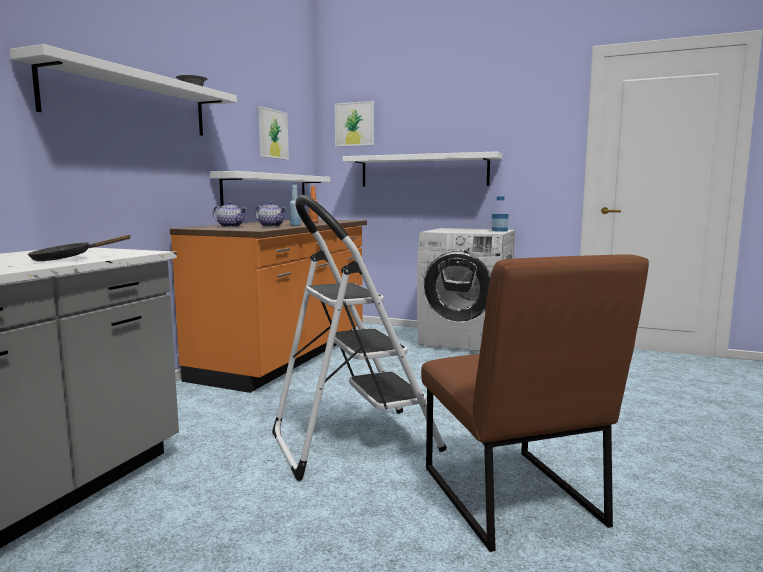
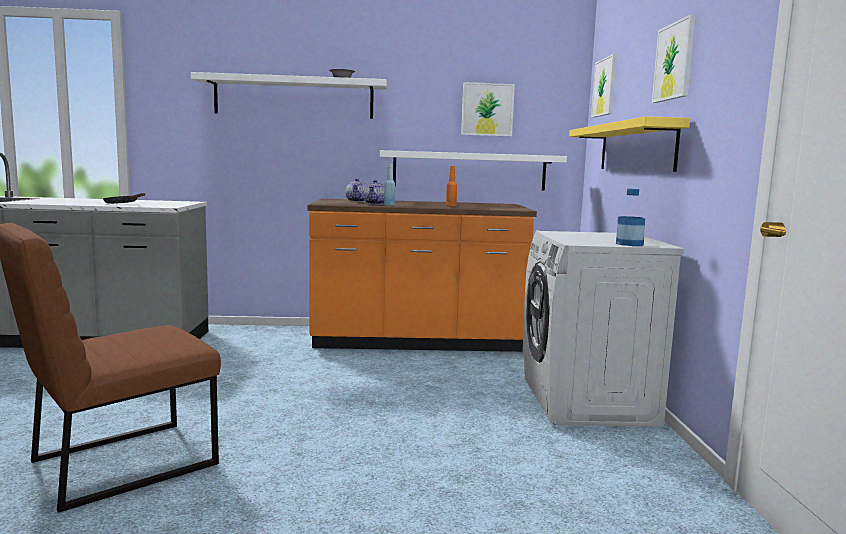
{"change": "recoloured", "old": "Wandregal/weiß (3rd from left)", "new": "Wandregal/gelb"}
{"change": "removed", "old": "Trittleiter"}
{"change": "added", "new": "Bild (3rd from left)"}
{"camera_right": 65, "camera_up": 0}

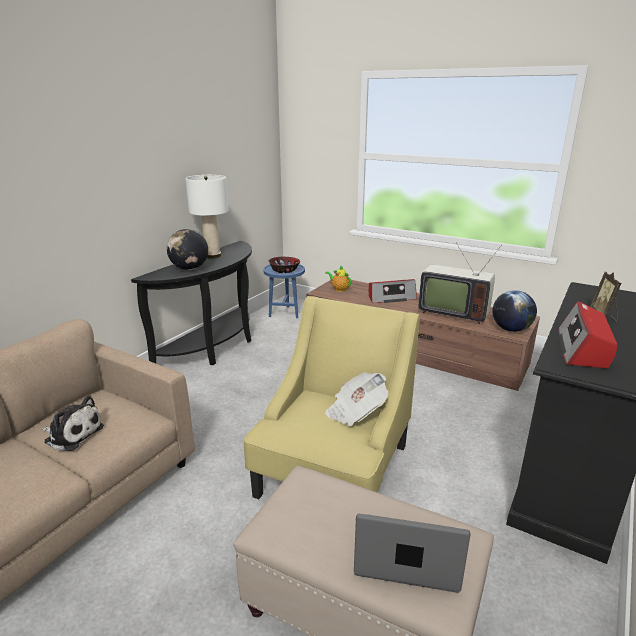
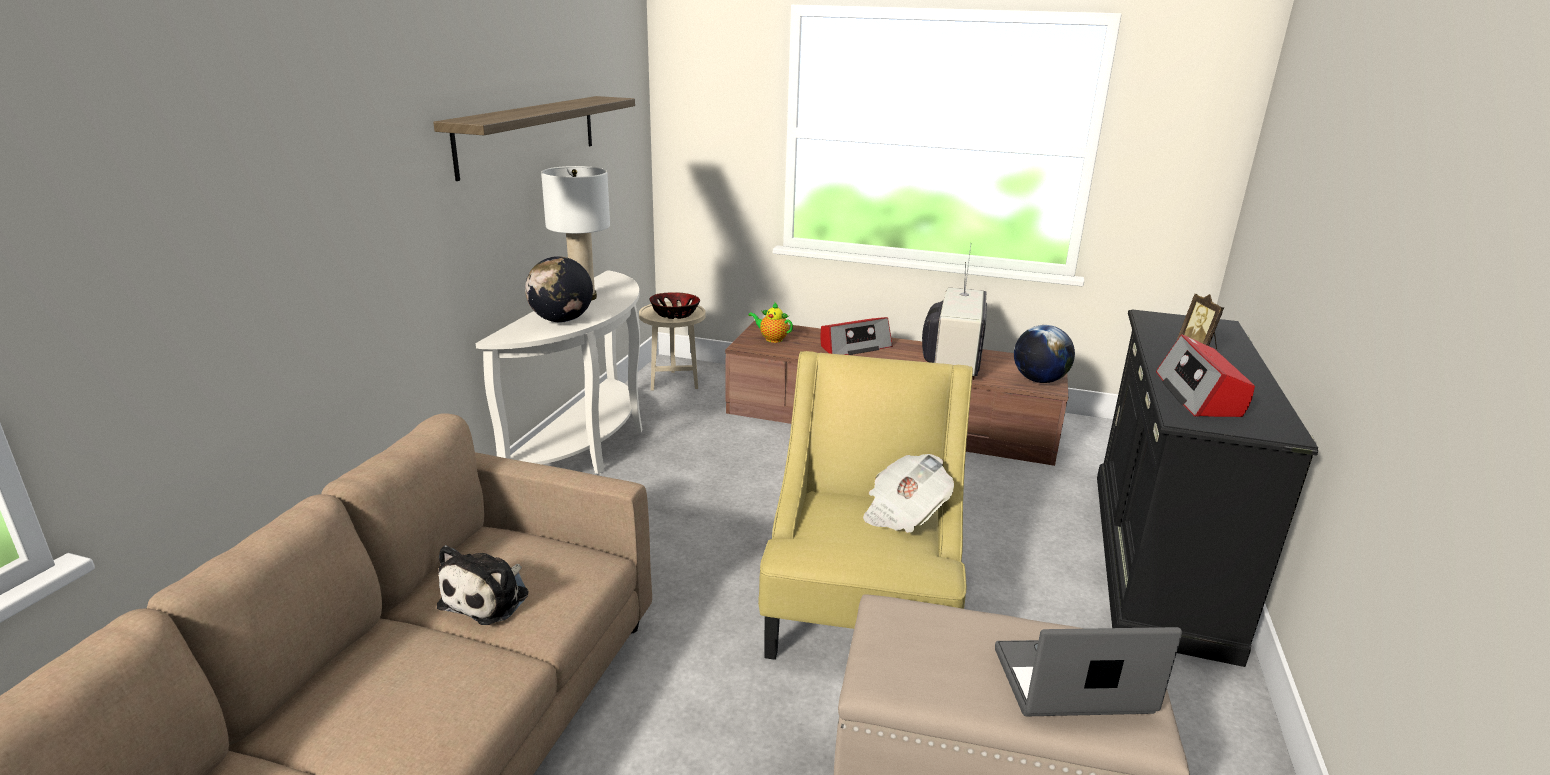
{"change": "recoloured", "old": "Konsolentisch/schwarz", "new": "Konsolentisch/weiß"}
{"change": "turned", "old": "Fernseher", "degrees": -90}
{"change": "recoloured", "old": "Beistelltisch/blau", "new": "Beistelltisch/beige"}
{"change": "turned", "old": "Plüschtier", "degrees": 105}
{"change": "added", "new": "Wandregal"}
{"camera_right": -15, "camera_up": 0}

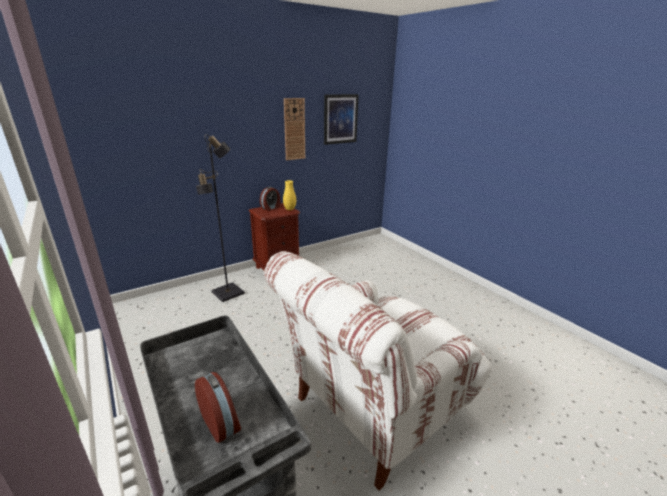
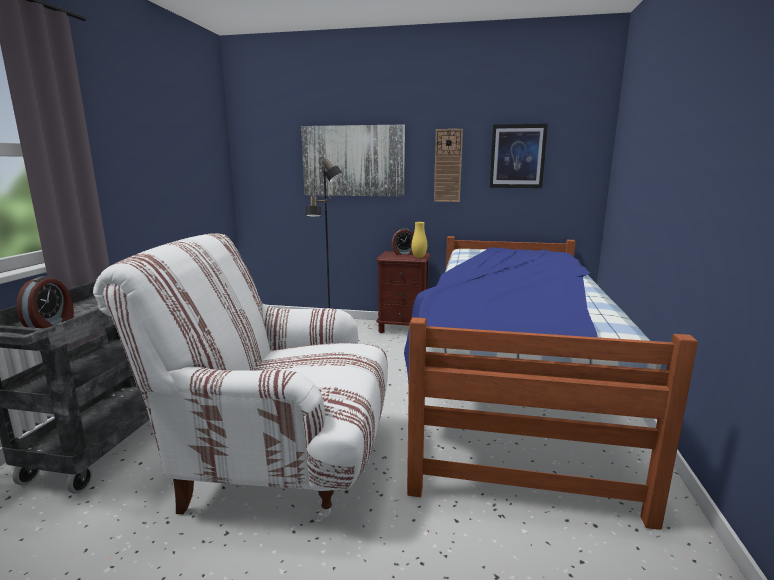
{"change": "added", "new": "Bild (1st from left)"}
{"change": "added", "new": "Bett"}
{"camera_right": 45, "camera_up": -10}

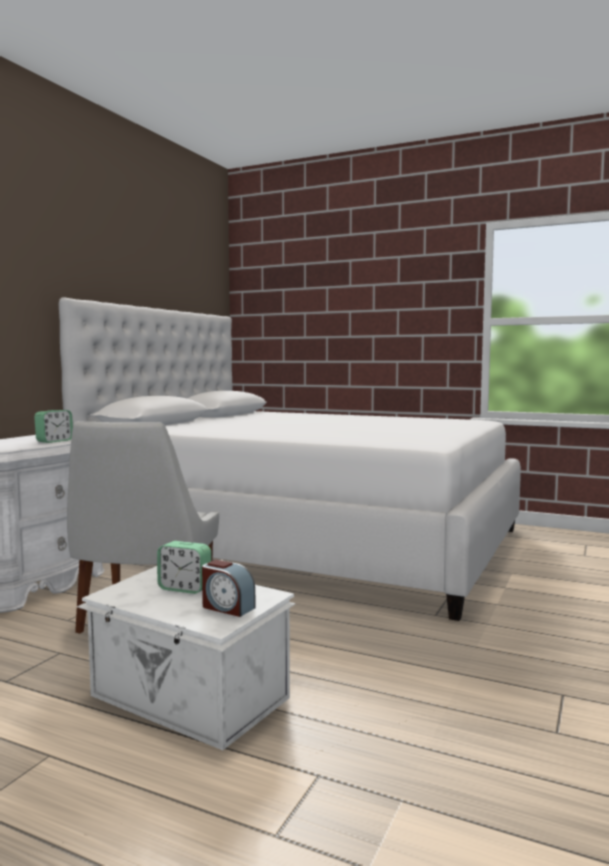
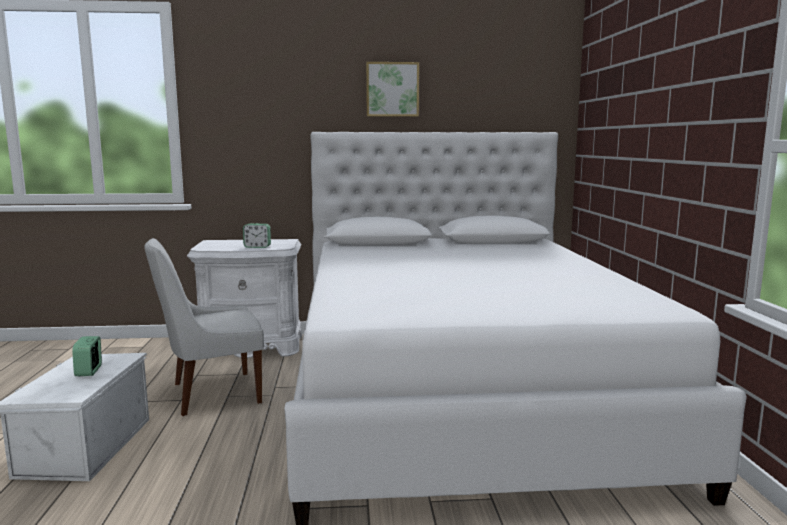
{"change": "removed", "old": "Wecker (3rd from left)"}
{"change": "added", "new": "Bild"}
{"camera_right": 60, "camera_up": 5}

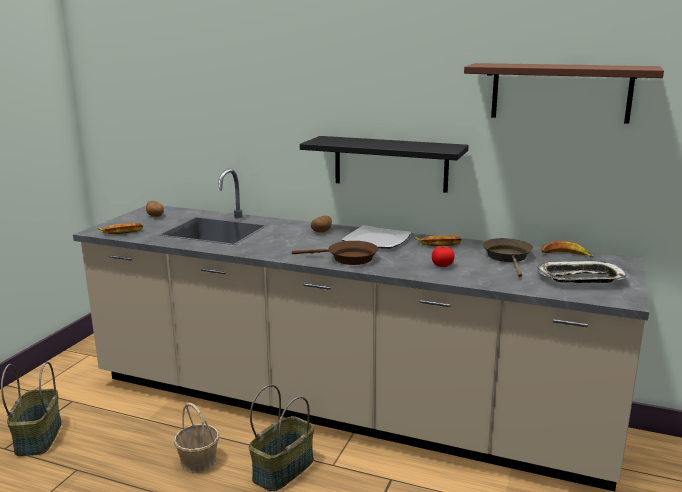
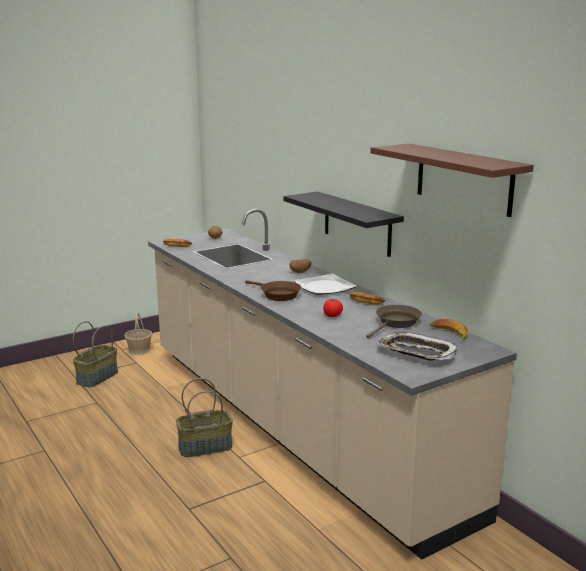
{"change": "moved", "old": "Korb (2nd from left)"}
{"camera_right": 35, "camera_up": 0}

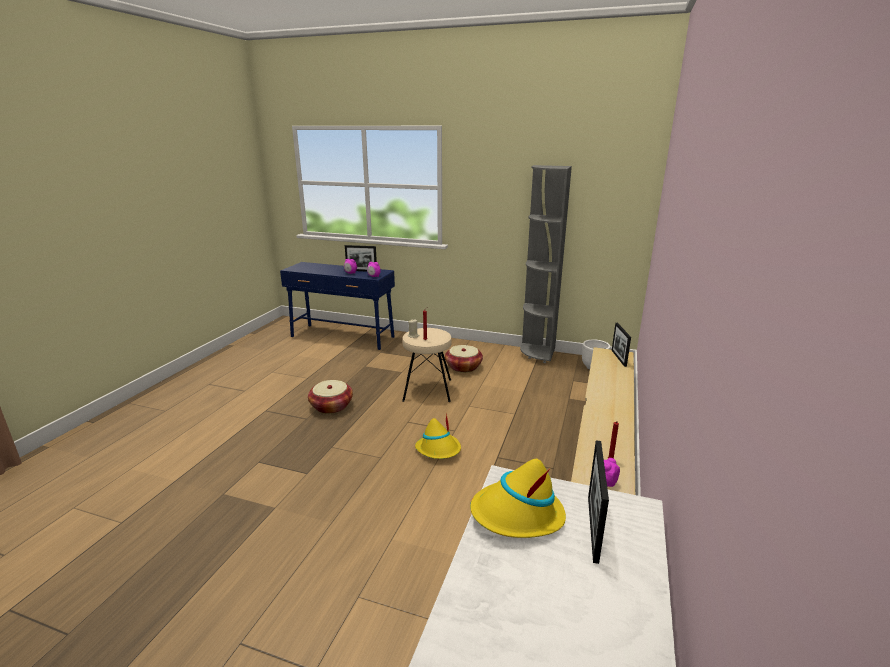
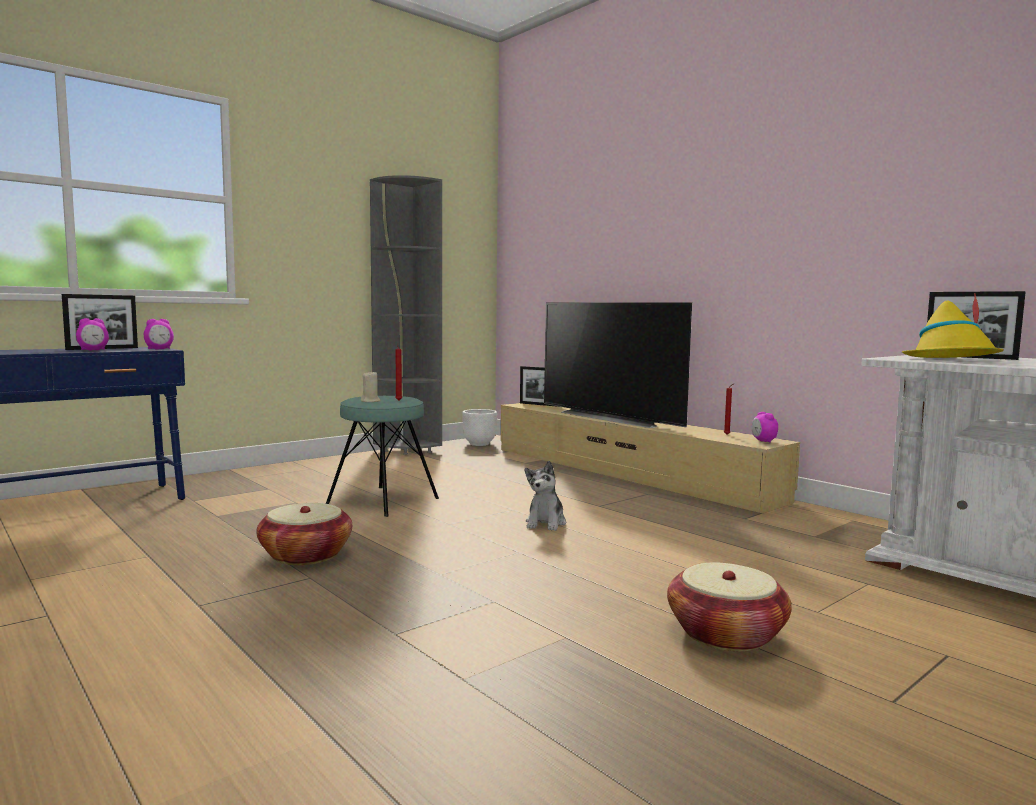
{"change": "recoloured", "old": "Hocker/beige", "new": "Hocker/türkis"}
{"change": "moved", "old": "Korb (2nd from left)"}
{"change": "replaced", "old": "Hut/gelb (1st from left)", "new": "Plüschtier"}
{"change": "added", "new": "Fernseher"}
{"camera_right": -60, "camera_up": -15}

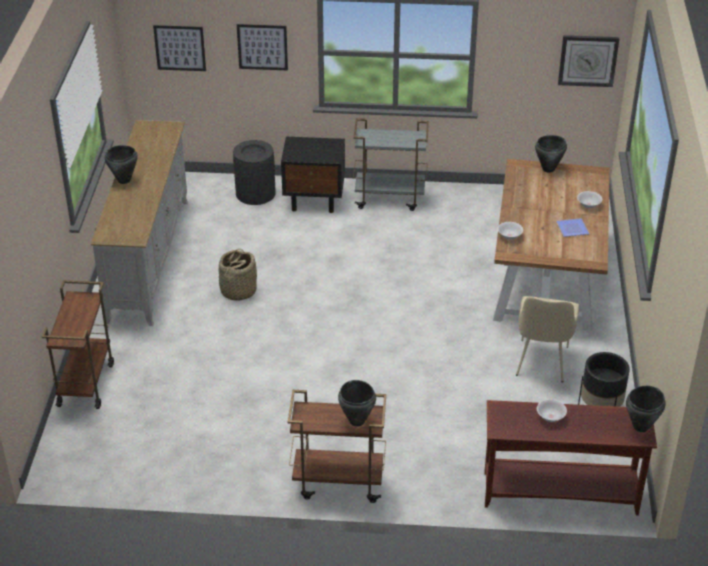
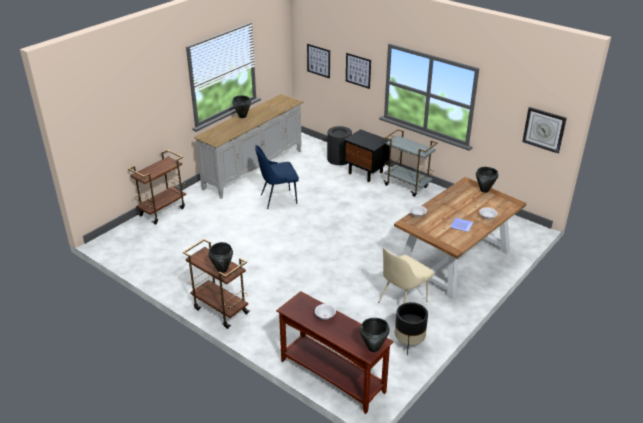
{"change": "replaced", "old": "Korb", "new": "Stuhl/blau"}
{"camera_right": 35, "camera_up": -5}

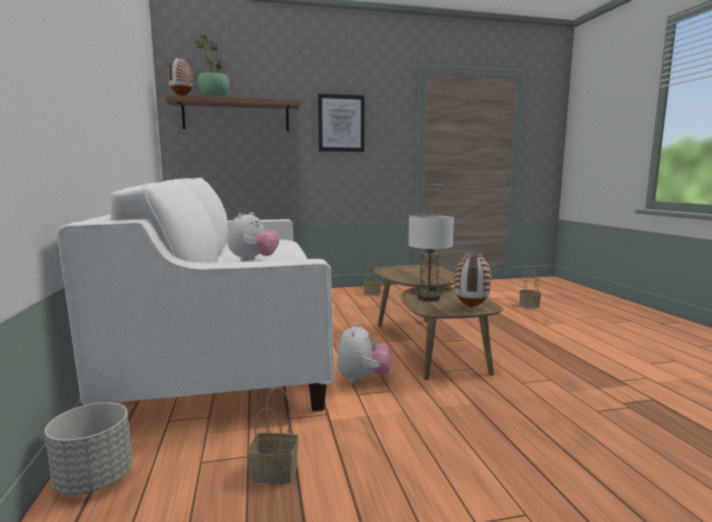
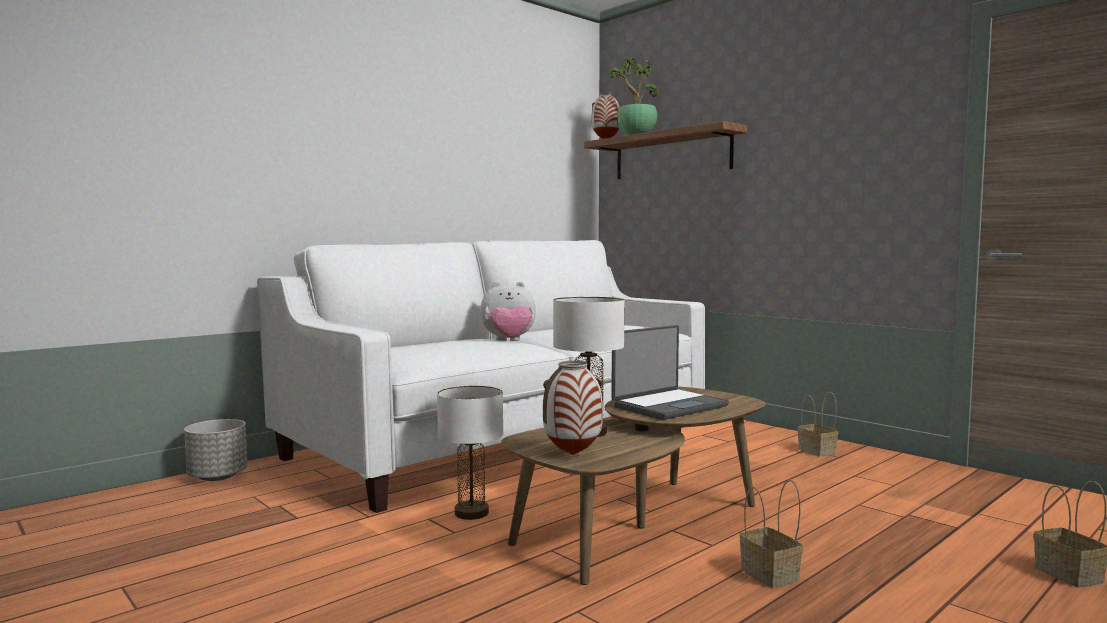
{"change": "removed", "old": "Bild"}
{"change": "replaced", "old": "Plüschtier (2nd from left)", "new": "Tischlampe (1st from left)"}
{"change": "moved", "old": "Korb (1st from left)"}
{"change": "added", "new": "Laptop"}
{"camera_right": 60, "camera_up": -5}

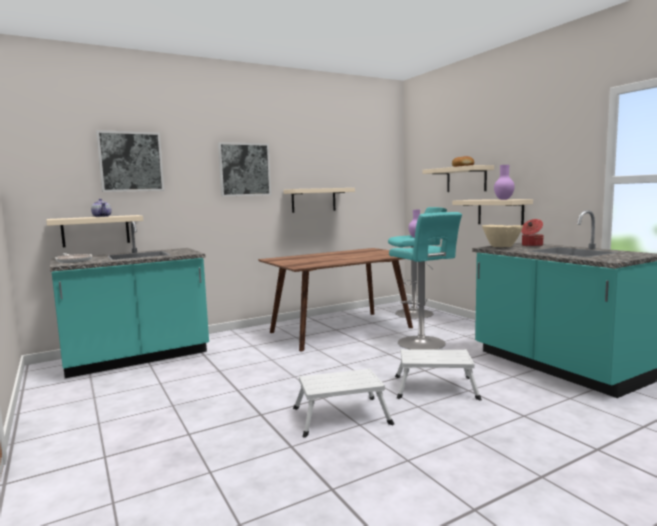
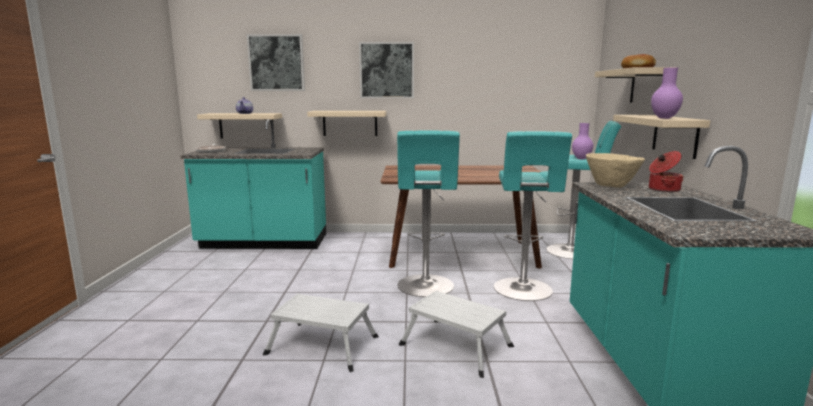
{"change": "moved", "old": "Wandregal/beige (2nd from left)"}
{"change": "added", "new": "Hocker/türkis (1st from left)"}
{"camera_right": 30, "camera_up": 5}

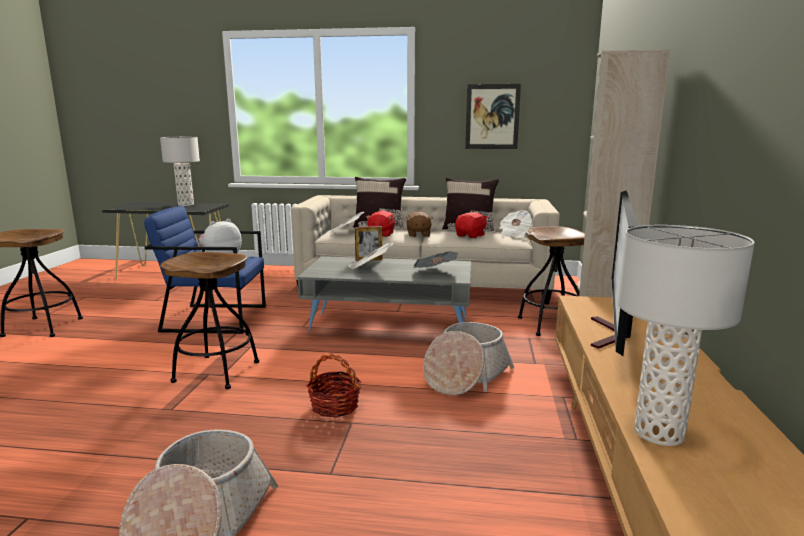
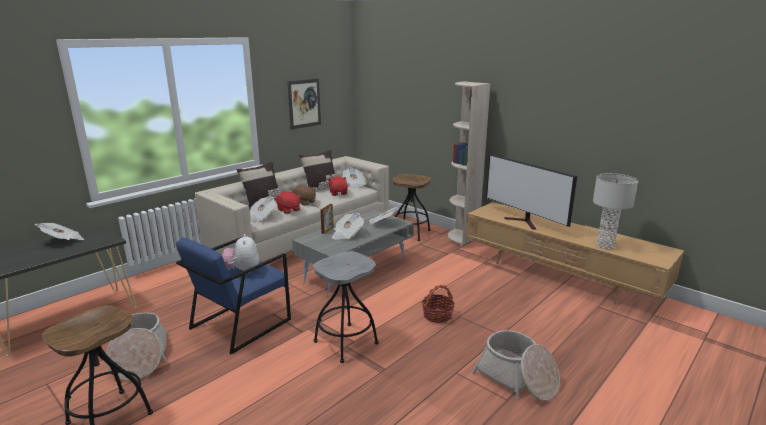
{"change": "replaced", "old": "Tischlampe/weiß (1st from left)", "new": "Zeitung (1st from left)"}
{"change": "recoloured", "old": "Hocker/braun (2nd from left)", "new": "Hocker/grau"}
{"change": "moved", "old": "Korb (3rd from left in the first image)", "new": "Korb (1st from left)"}
{"camera_right": -55, "camera_up": 5}

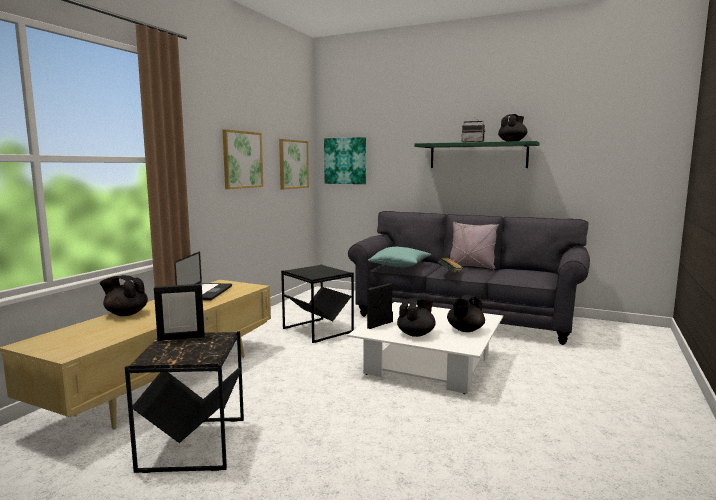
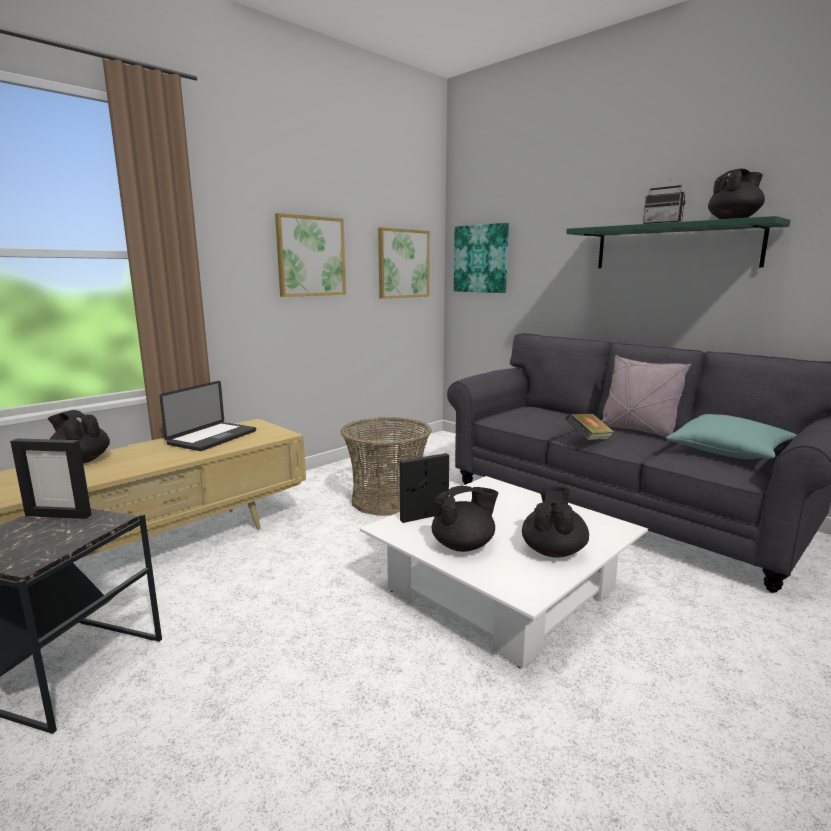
{"change": "moved", "old": "Kissen/türkis"}
{"change": "replaced", "old": "Beistelltisch/schwarz (2nd from left)", "new": "Korb"}
{"change": "turned", "old": "Teekanne/schwarz (3rd from left)", "degrees": 135}
{"camera_right": 20, "camera_up": 5}

